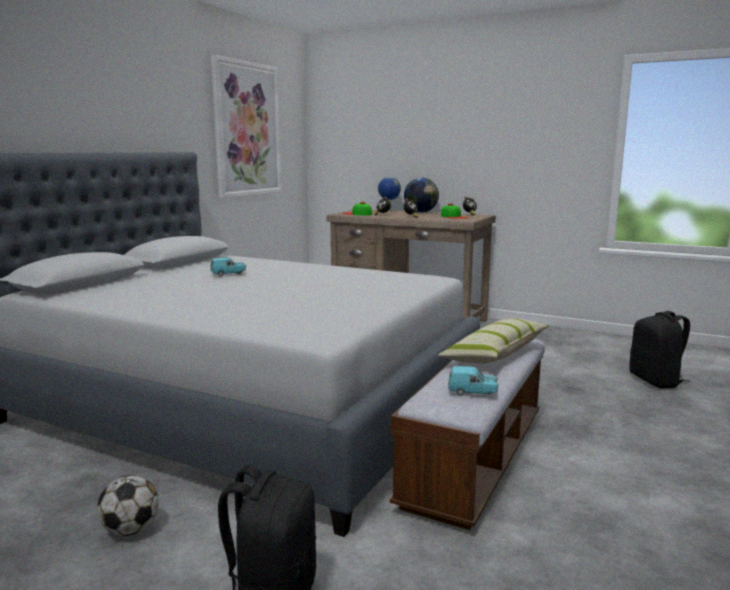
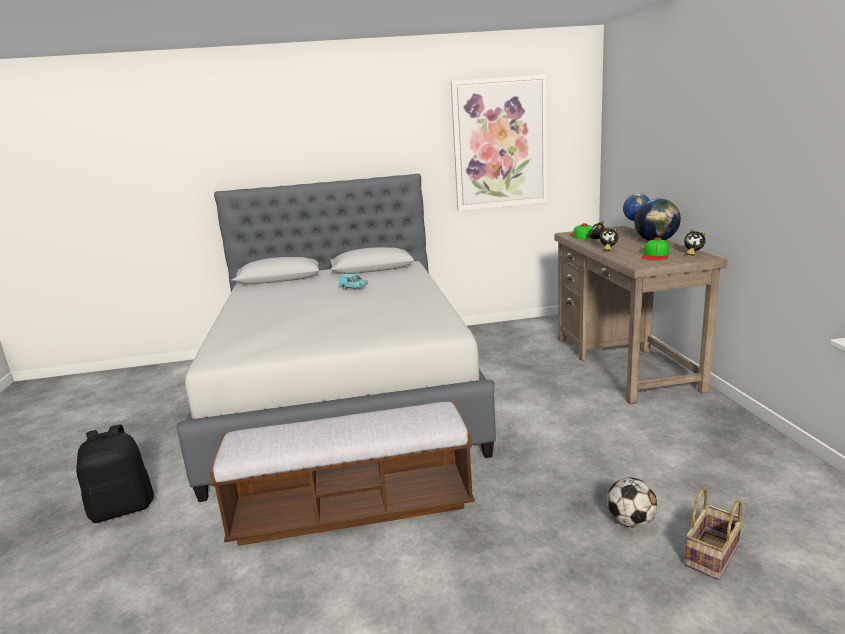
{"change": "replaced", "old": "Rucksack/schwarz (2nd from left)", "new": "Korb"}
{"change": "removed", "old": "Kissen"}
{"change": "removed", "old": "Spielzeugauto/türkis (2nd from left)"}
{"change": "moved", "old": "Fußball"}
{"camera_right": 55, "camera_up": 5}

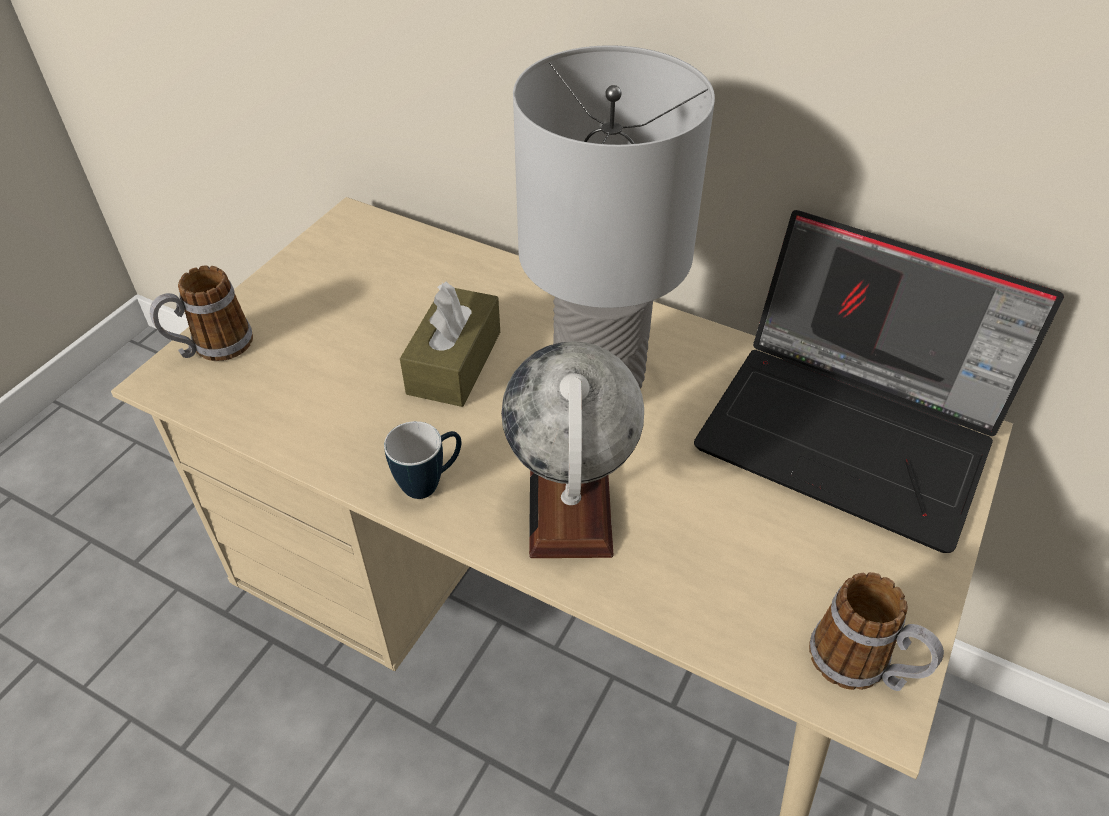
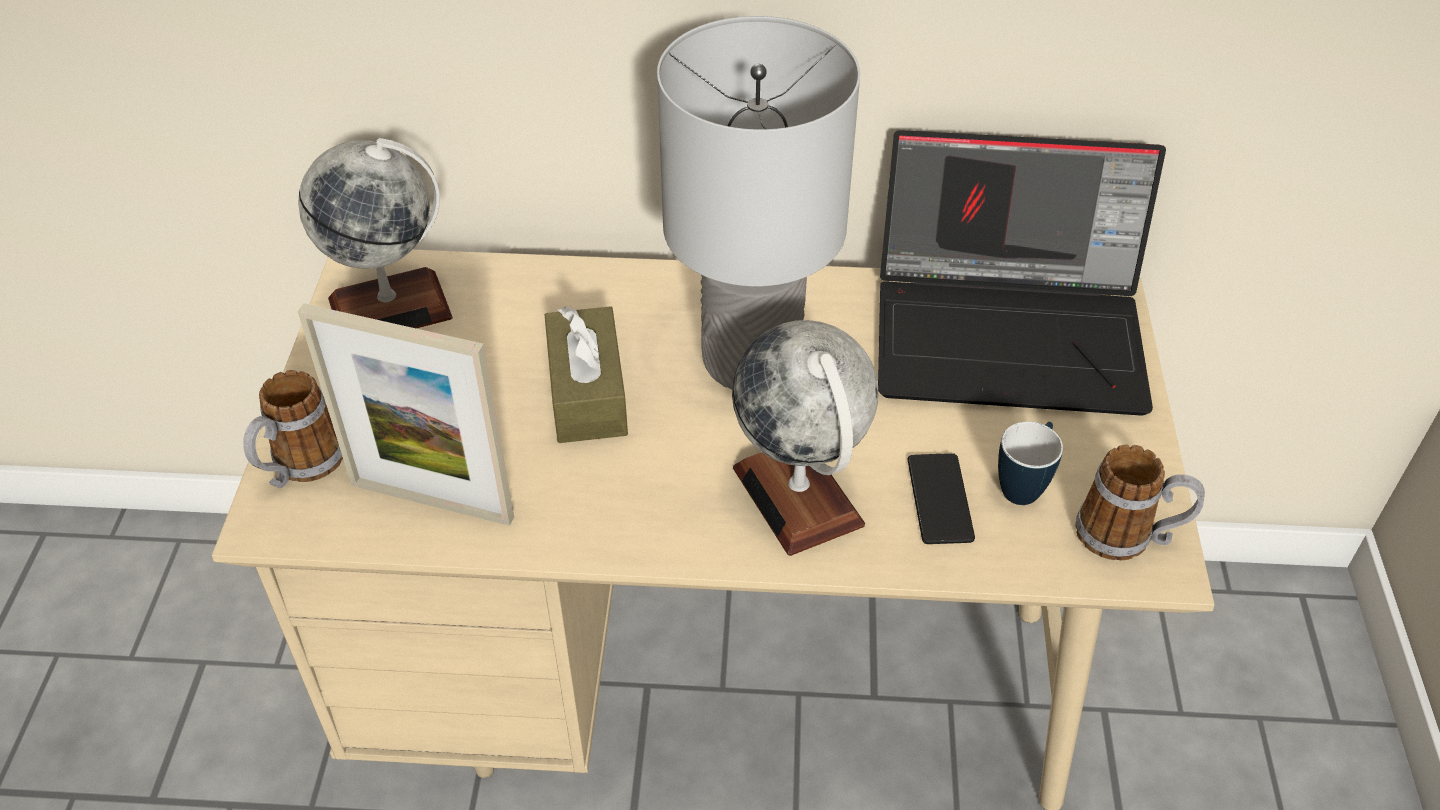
{"change": "moved", "old": "Henkelbecher (2nd from left)"}
{"change": "added", "new": "Globus (1st from left)"}
{"change": "added", "new": "Bilderrahmen"}
{"change": "added", "new": "Handy"}
{"camera_right": -25, "camera_up": 0}

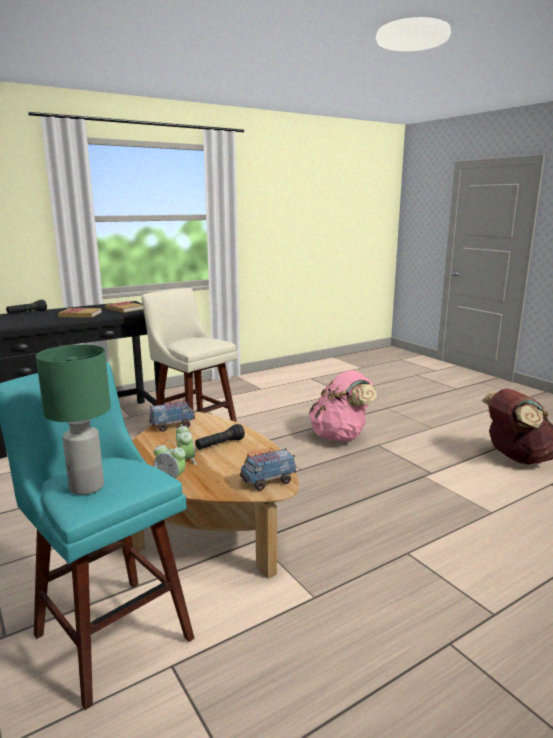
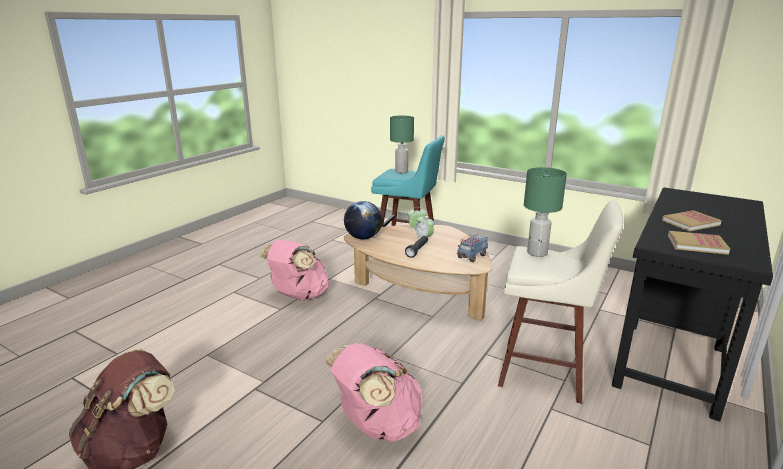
{"change": "removed", "old": "Taschenlampe/schwarz (1st from left)"}
{"change": "replaced", "old": "Spielzeuglaster (2nd from left)", "new": "Globus"}
{"change": "added", "new": "Tischlampe/grün (2nd from left)"}
{"change": "added", "new": "Rucksack/rosa (1st from left)"}
{"camera_right": 155, "camera_up": 5}

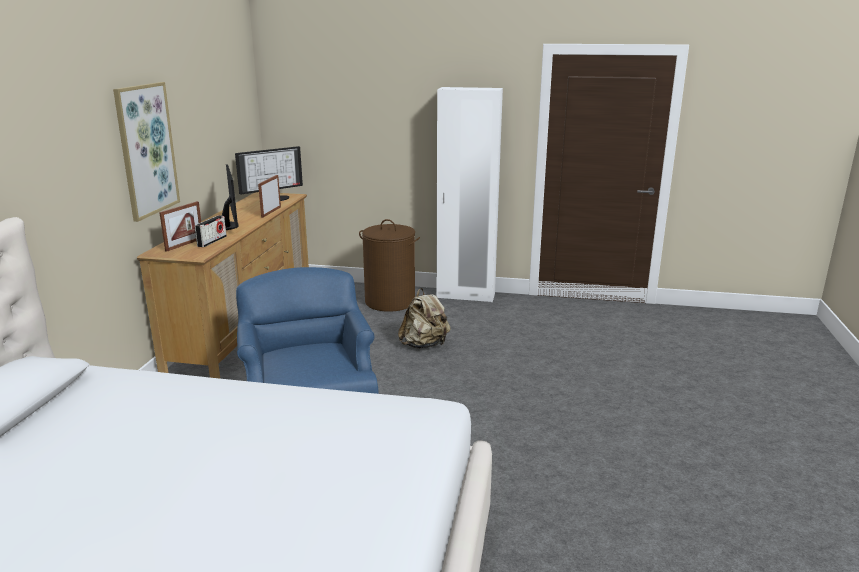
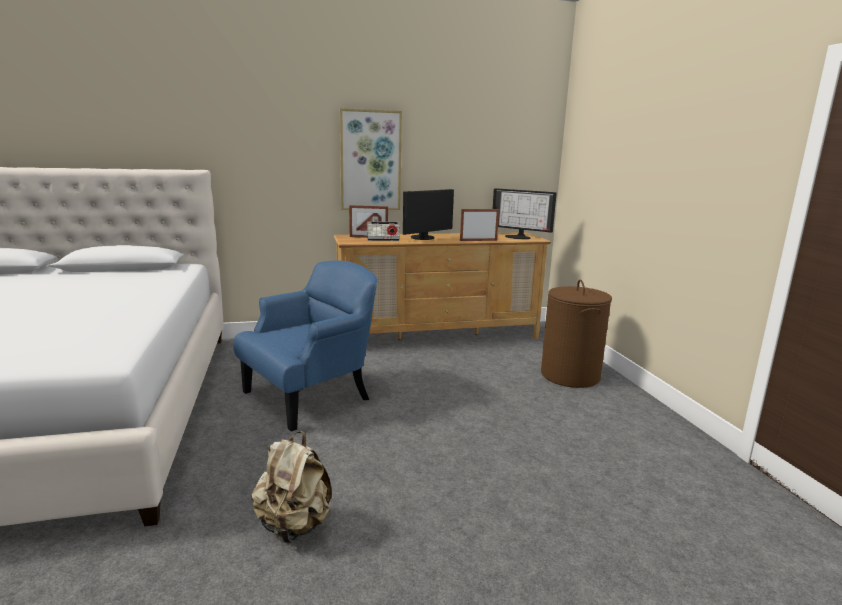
{"change": "removed", "old": "Kleiderschrank/weiß"}
{"change": "moved", "old": "Rucksack/beige"}
{"camera_right": 65, "camera_up": -5}

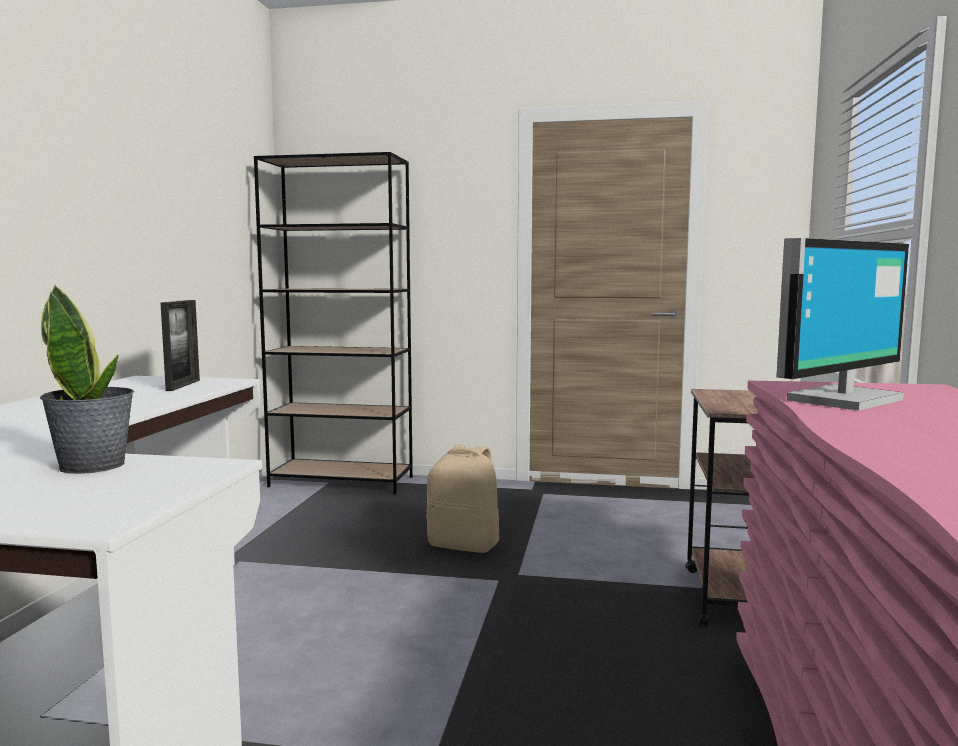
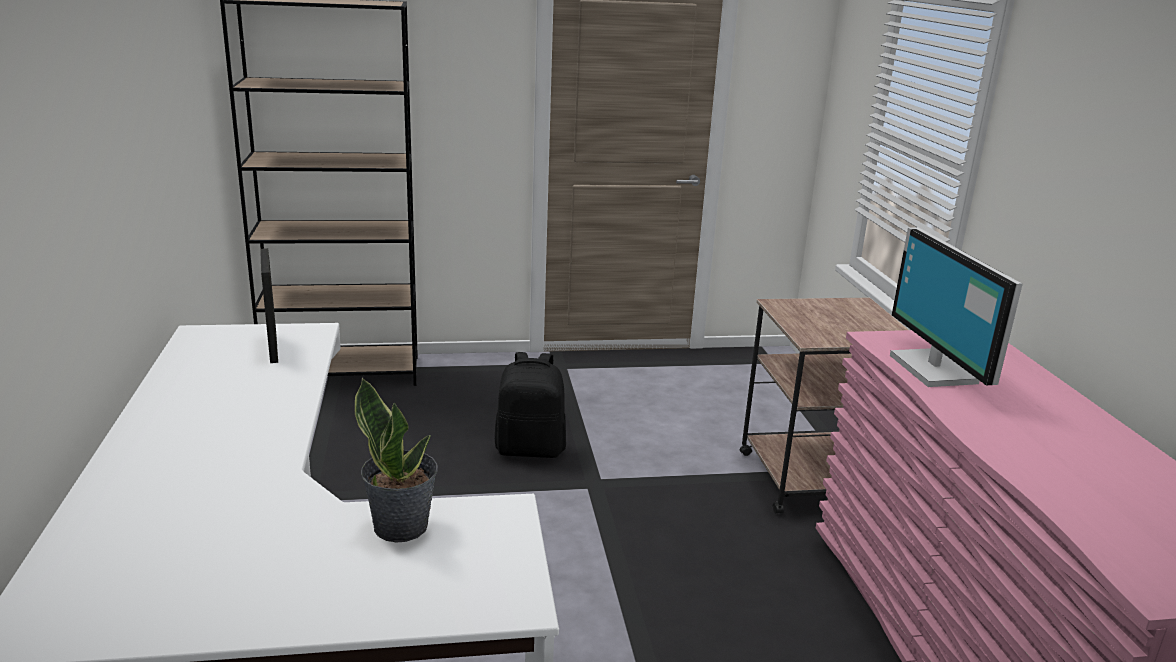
{"change": "turned", "old": "Monitor", "degrees": 135}
{"change": "recoloured", "old": "Rucksack/beige", "new": "Rucksack/schwarz"}
{"camera_right": -20, "camera_up": 15}

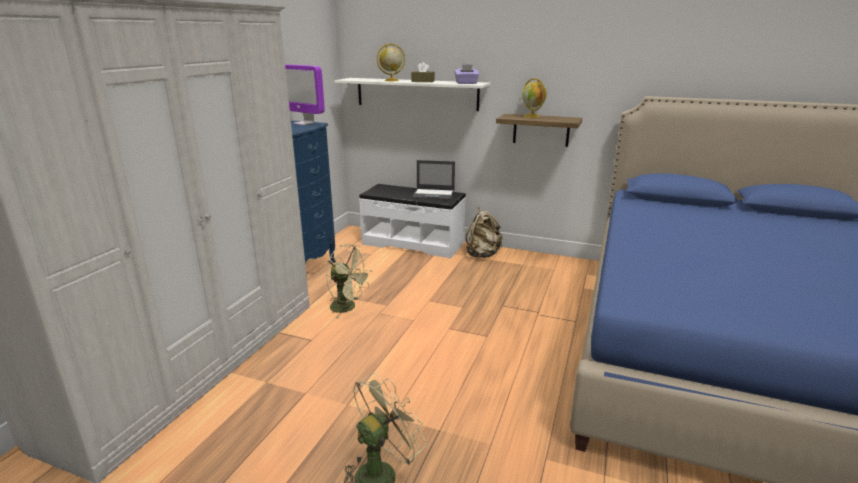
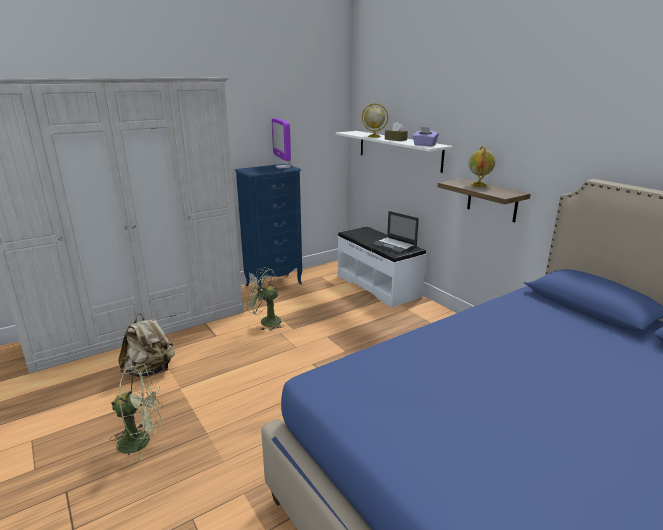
{"change": "moved", "old": "Rucksack/beige"}
{"change": "turned", "old": "Ventilator/grün (1st from left in the first image)", "degrees": 135}
{"camera_right": 35, "camera_up": 0}

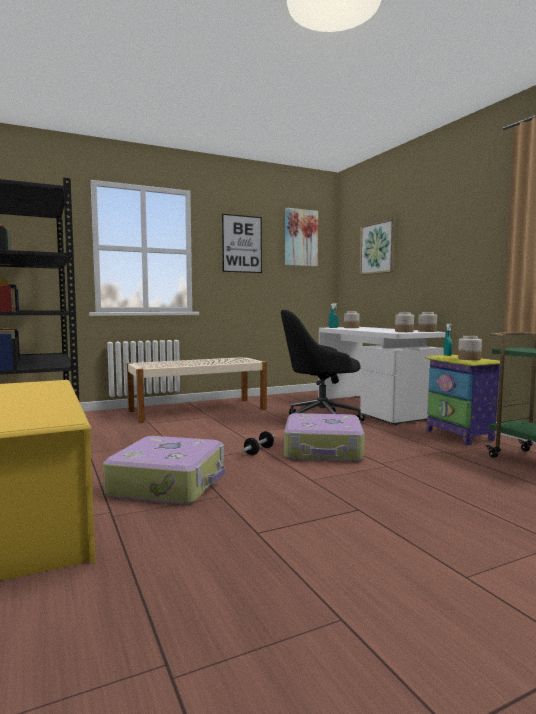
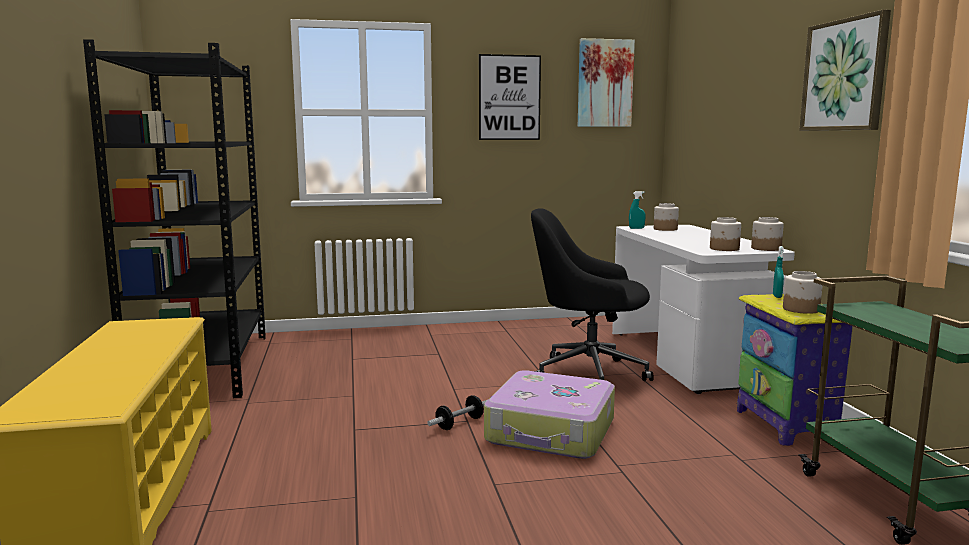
{"change": "moved", "old": "Bild (3rd from left)"}
{"change": "removed", "old": "Bank/beige"}
{"change": "removed", "old": "Koffer (1st from left)"}
{"camera_right": 15, "camera_up": 5}

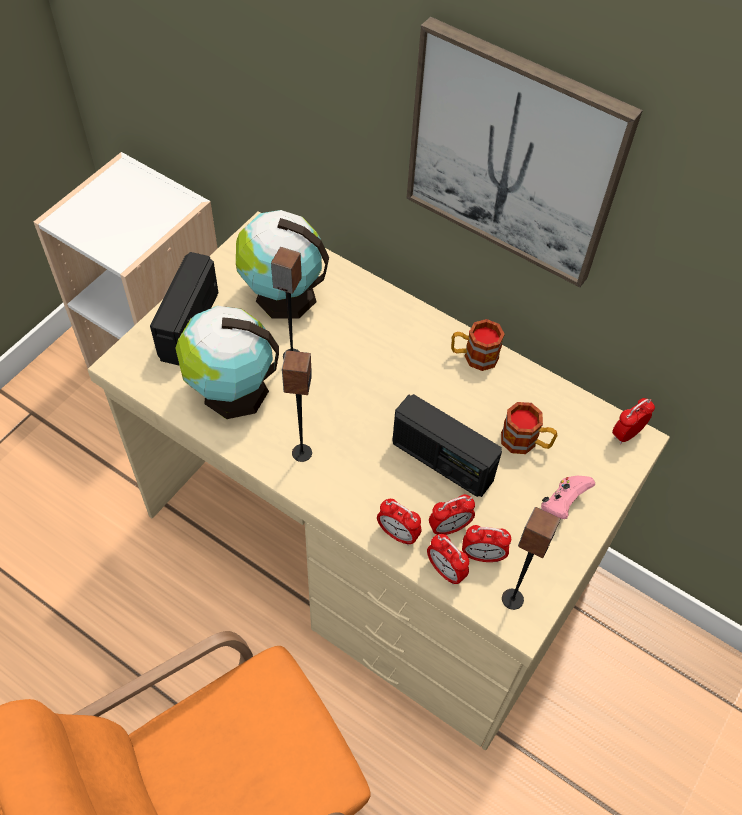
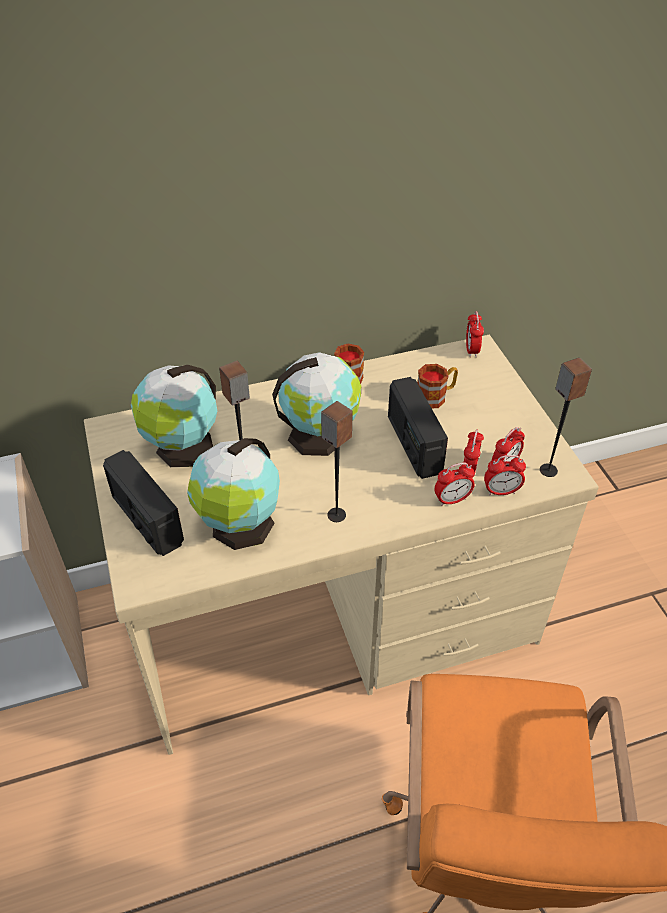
{"change": "removed", "old": "Bild"}
{"change": "turned", "old": "Radio (2nd from left)", "degrees": 90}
{"change": "removed", "old": "Gamepad/rosa"}
{"change": "added", "new": "Globus (3rd from left)"}
{"camera_right": -50, "camera_up": -10}

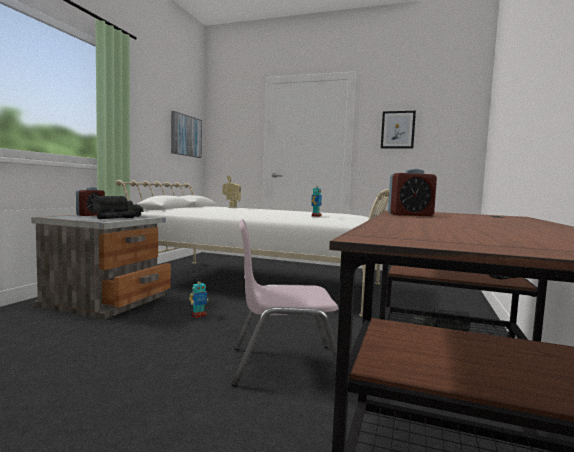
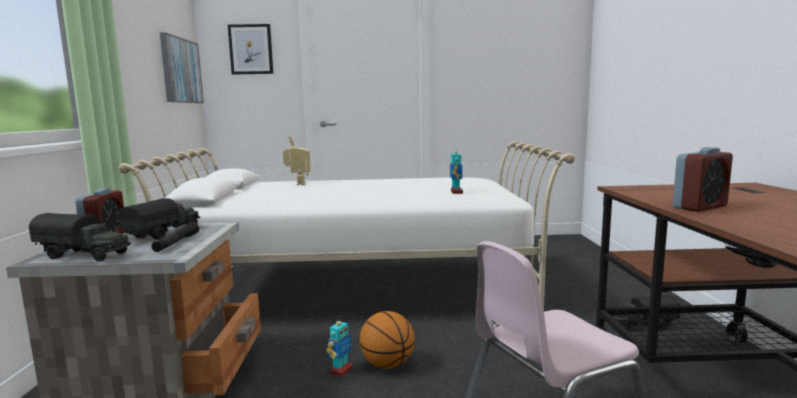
{"change": "moved", "old": "Bild (2nd from left)"}
{"change": "added", "new": "Spielzeuglaster (1st from left)"}
{"change": "added", "new": "Basketball"}
{"camera_right": -20, "camera_up": 5}

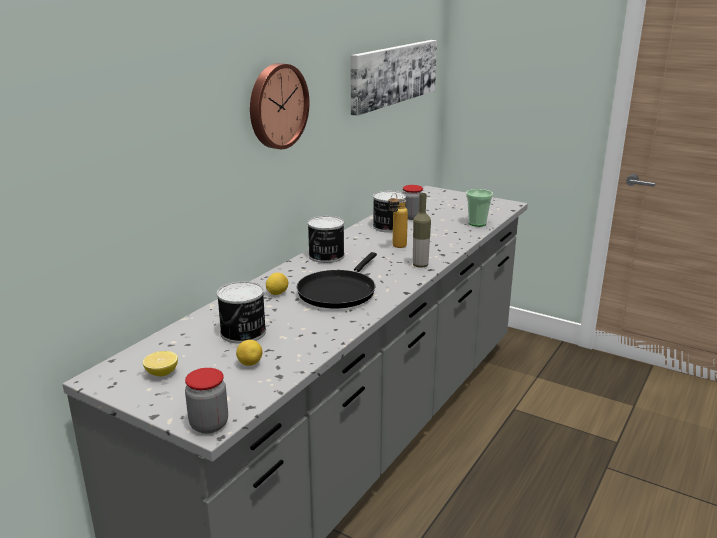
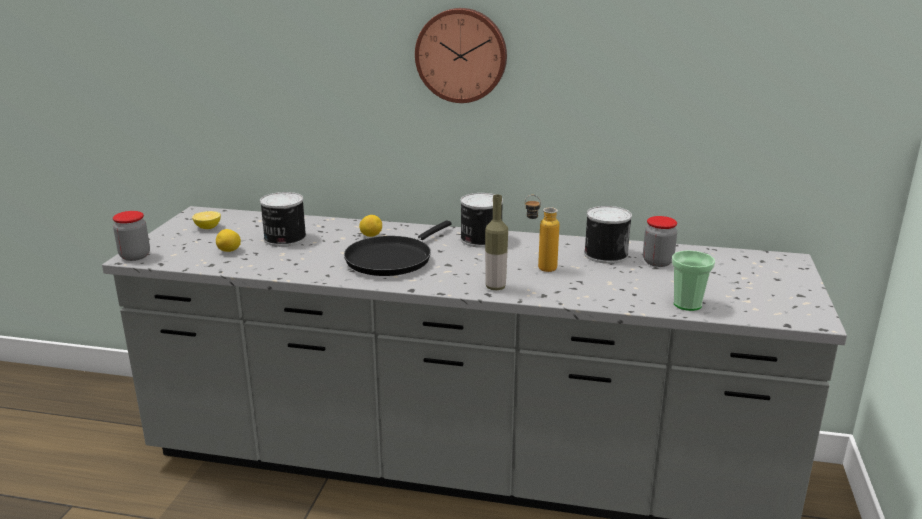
{"change": "removed", "old": "Bild"}
{"change": "turned", "old": "Pfanne/schwarz", "degrees": -60}
{"camera_right": 70, "camera_up": 0}

